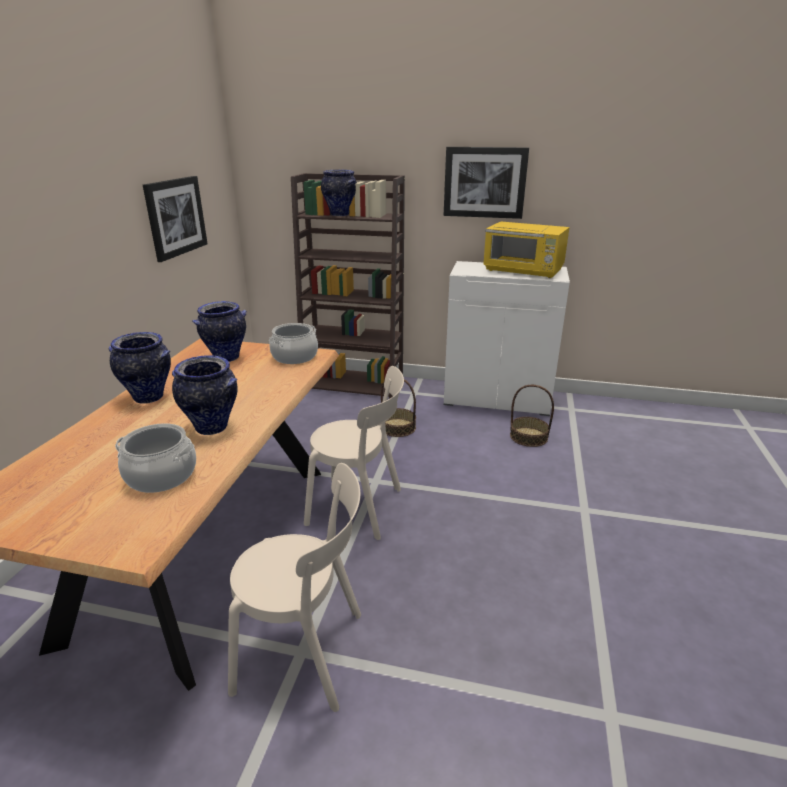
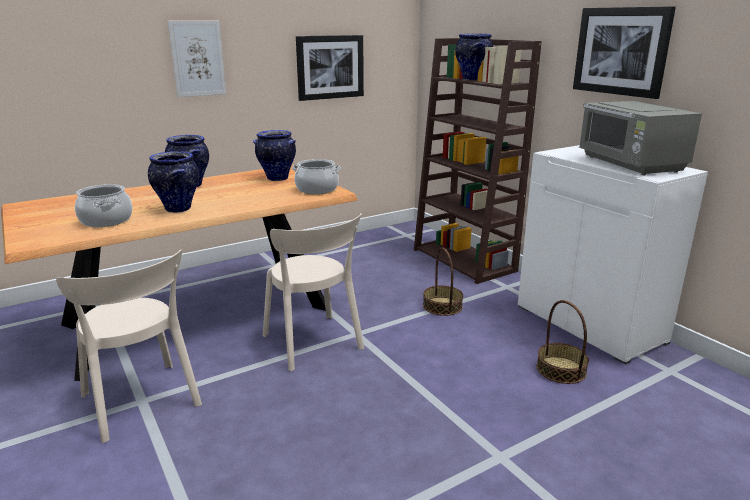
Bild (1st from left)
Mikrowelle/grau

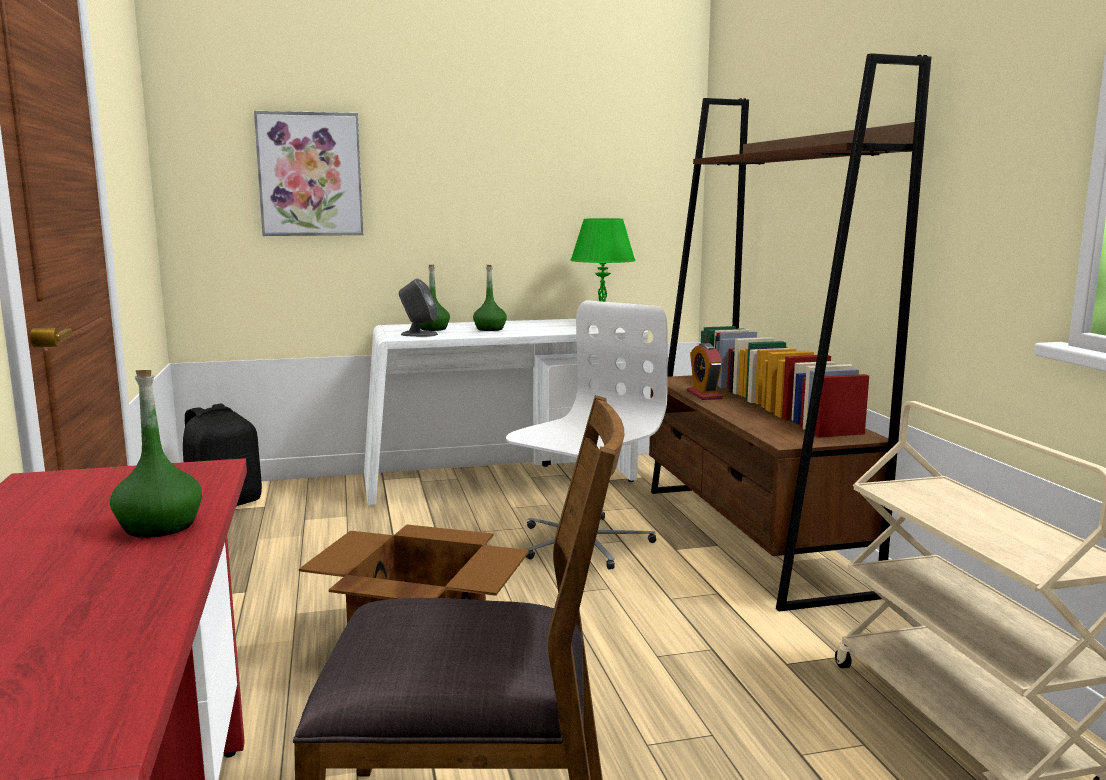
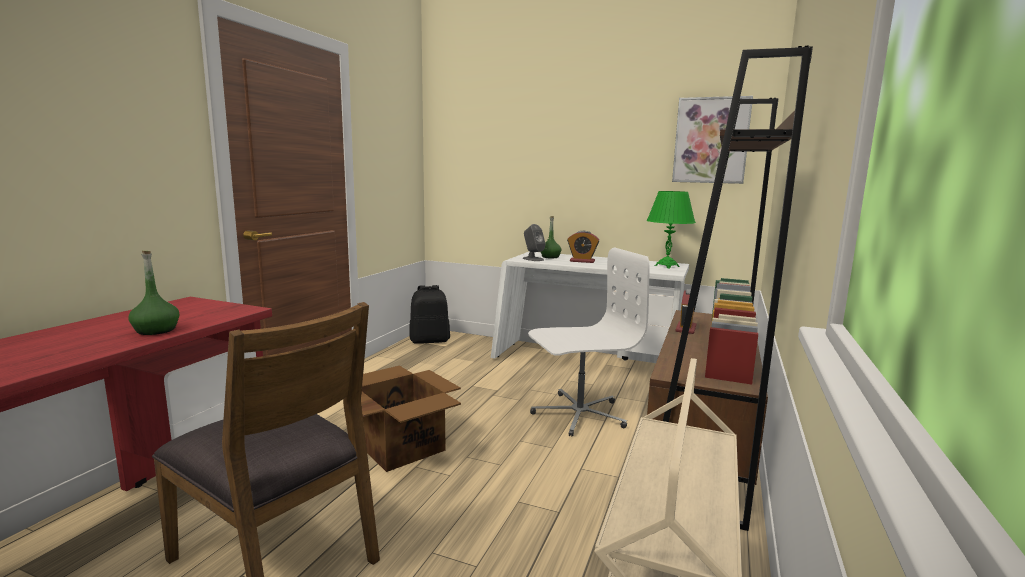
Bild
Wecker (1st from left)

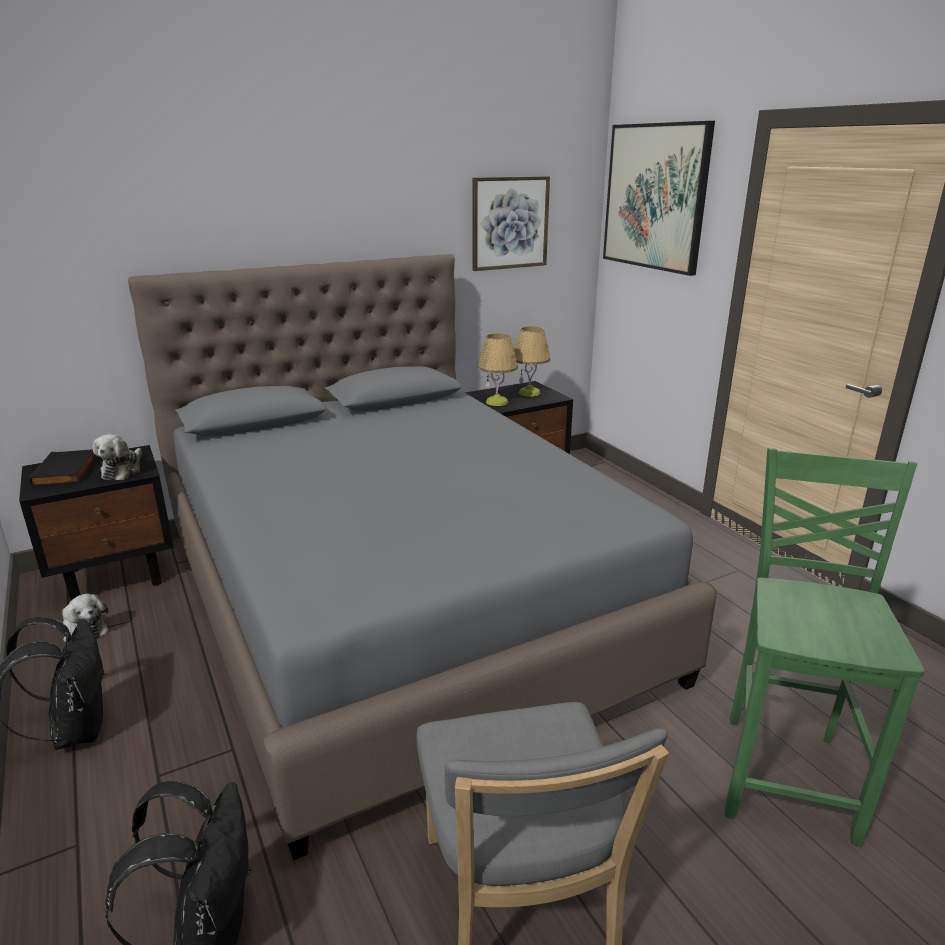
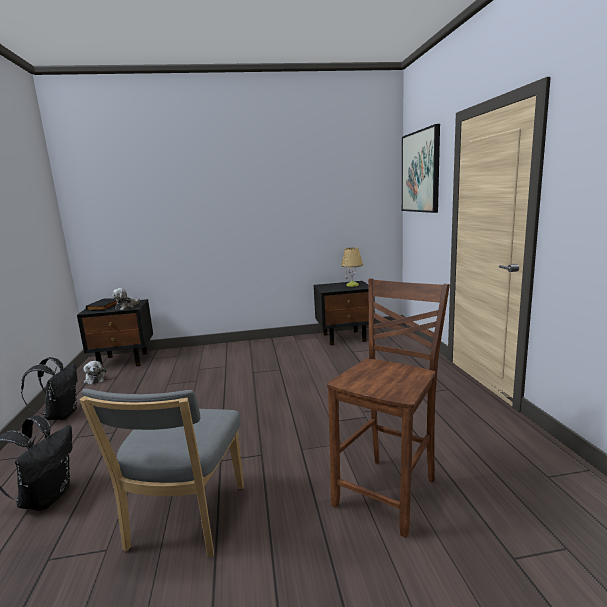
Bett/grau
Bild (1st from left in the first image)
Tischlampe (1st from left in the first image)
Stuhl/braun

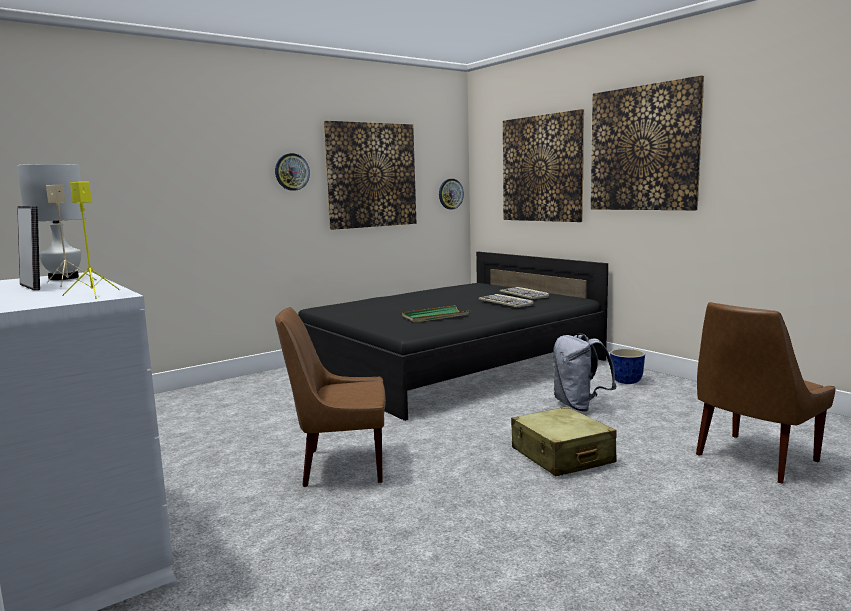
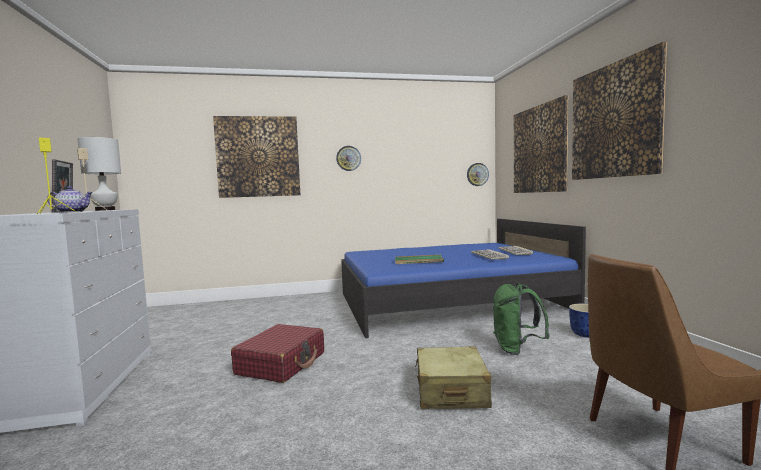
Teekanne
Bild (1st from left)
Koffer/rot
Bett/blau
Rucksack/grün

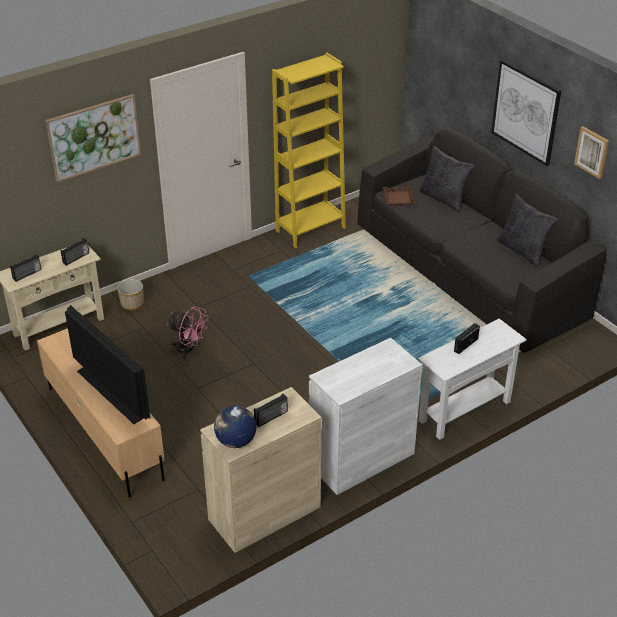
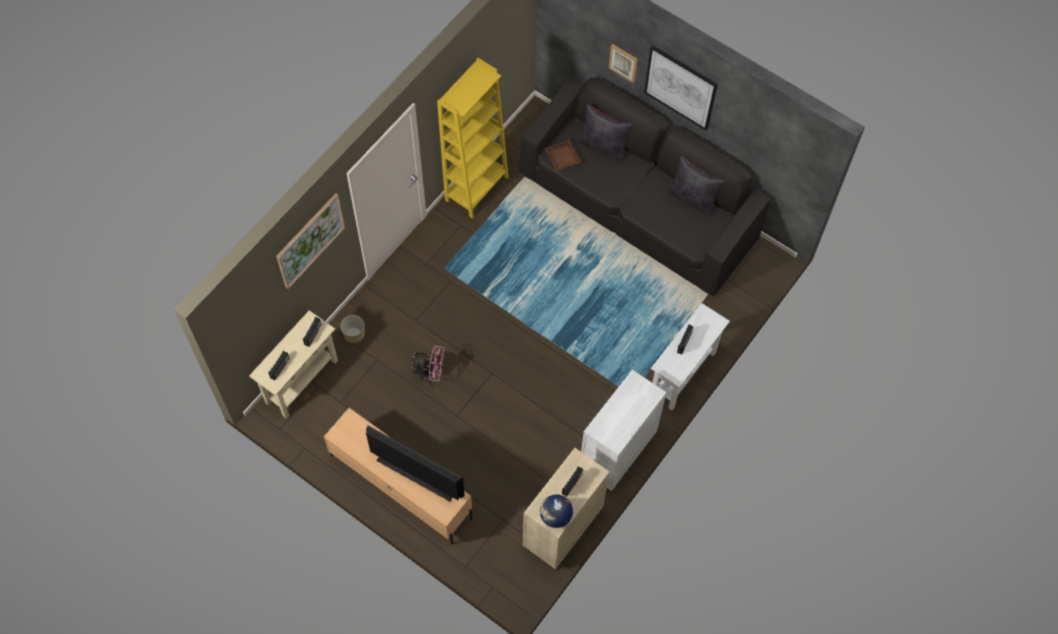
Bild (2nd from left)

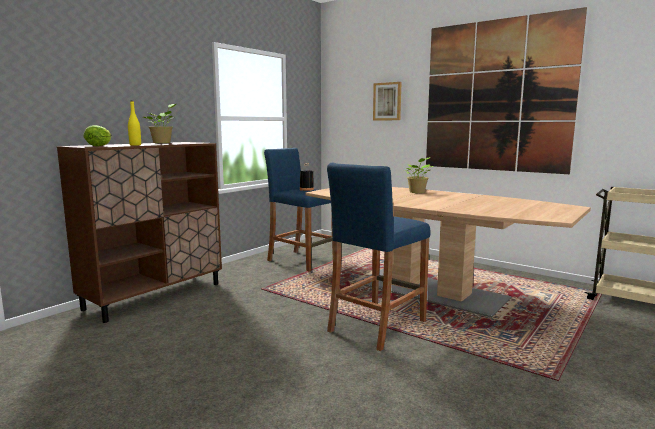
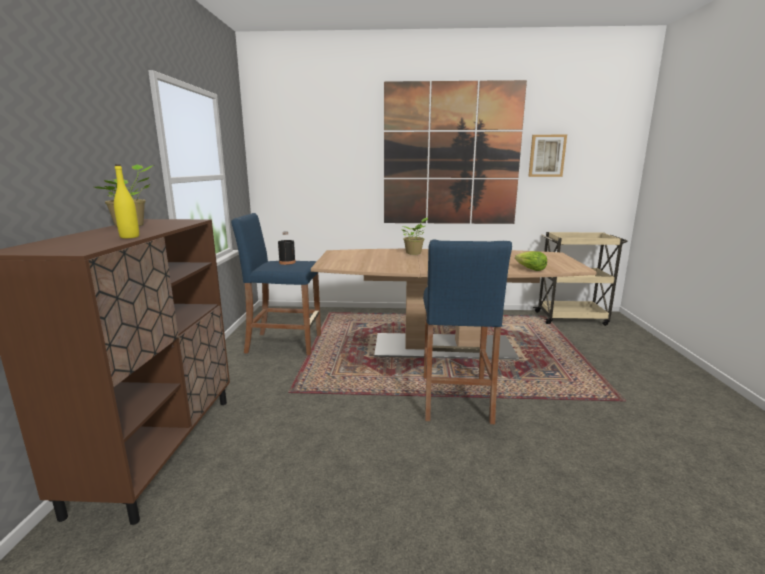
Salatkopf
Bild (2nd from left)

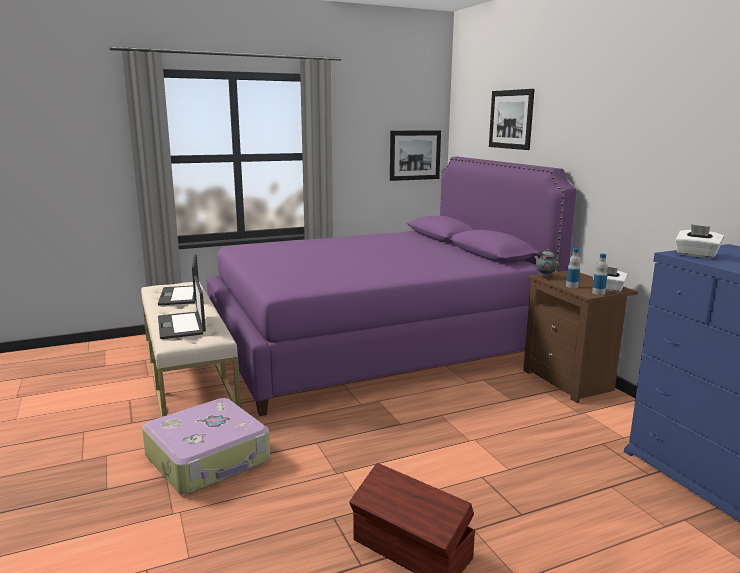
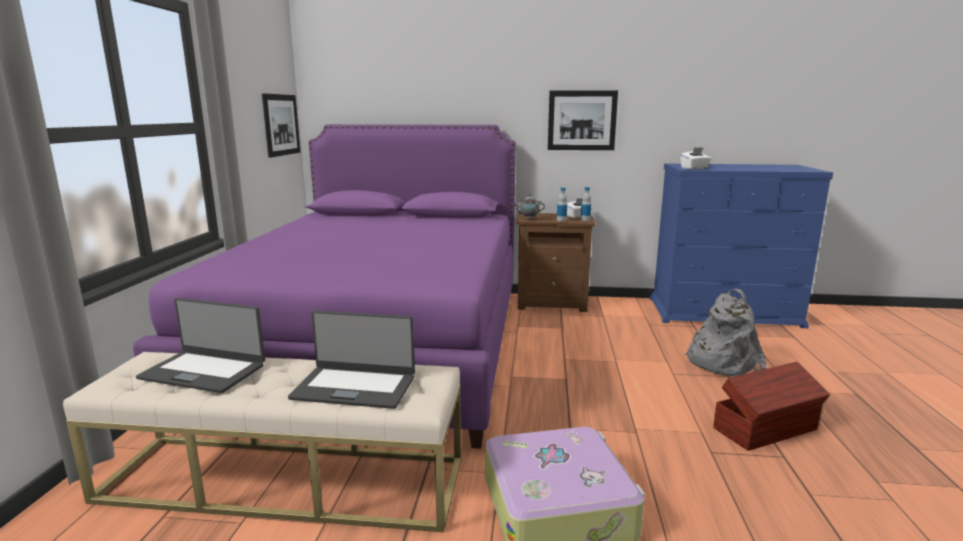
Rucksack/grau
Bild (2nd from left)

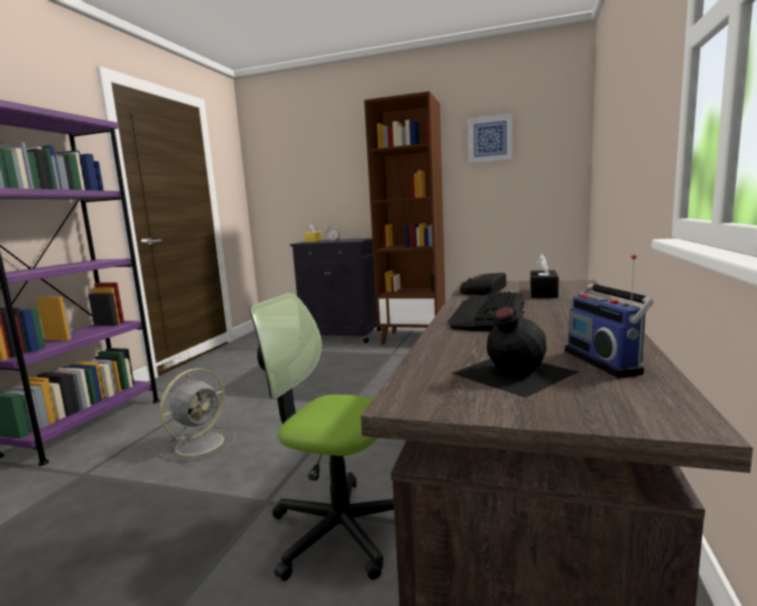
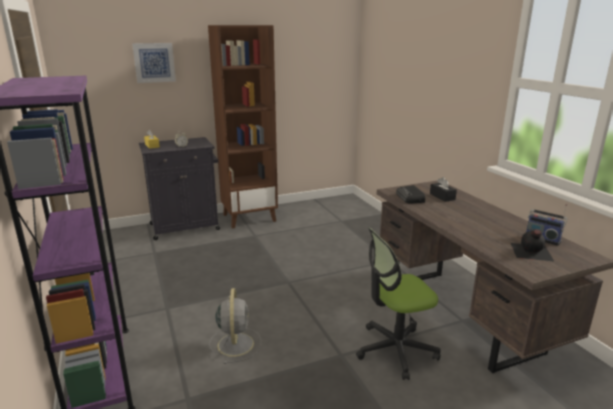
Tastatur
Bild

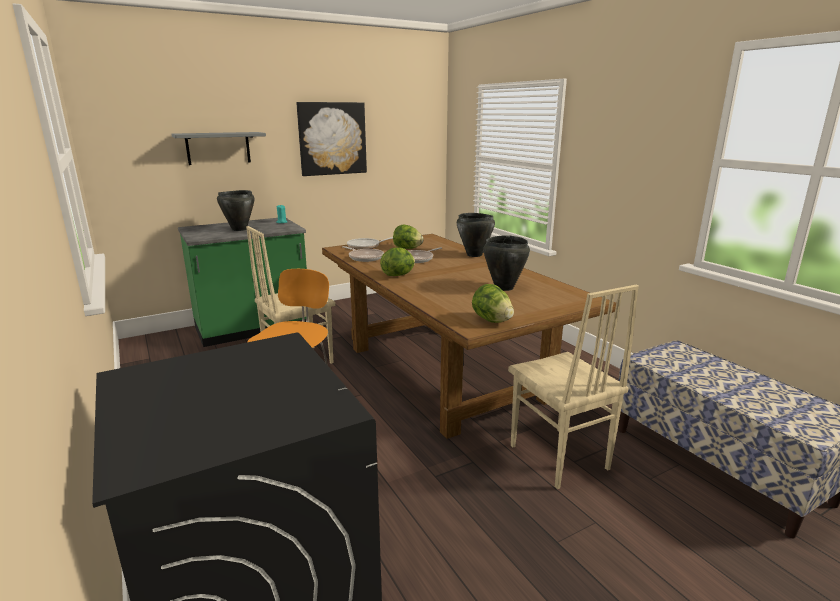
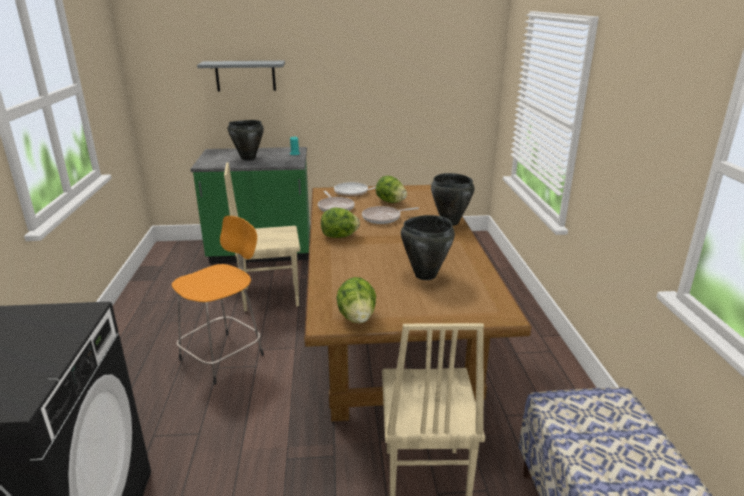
Bild

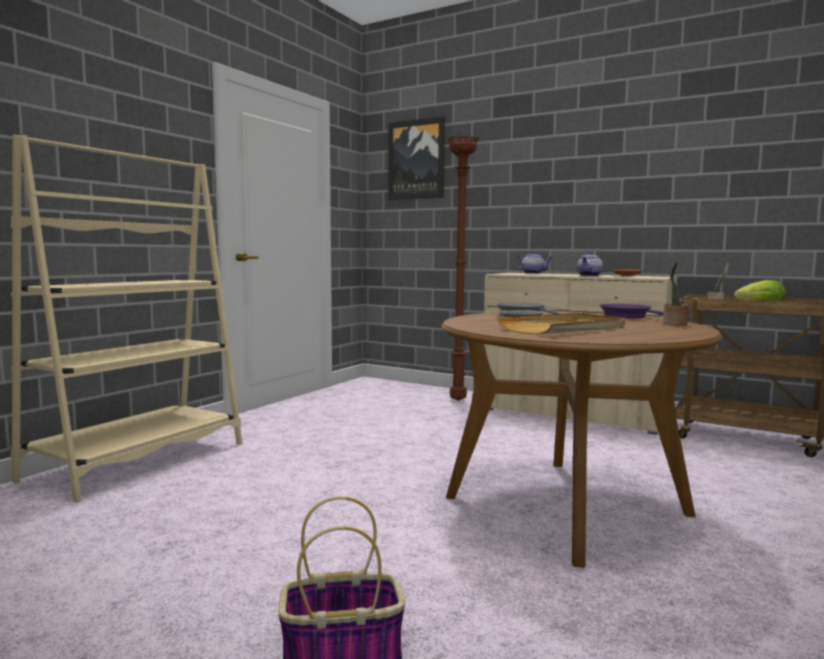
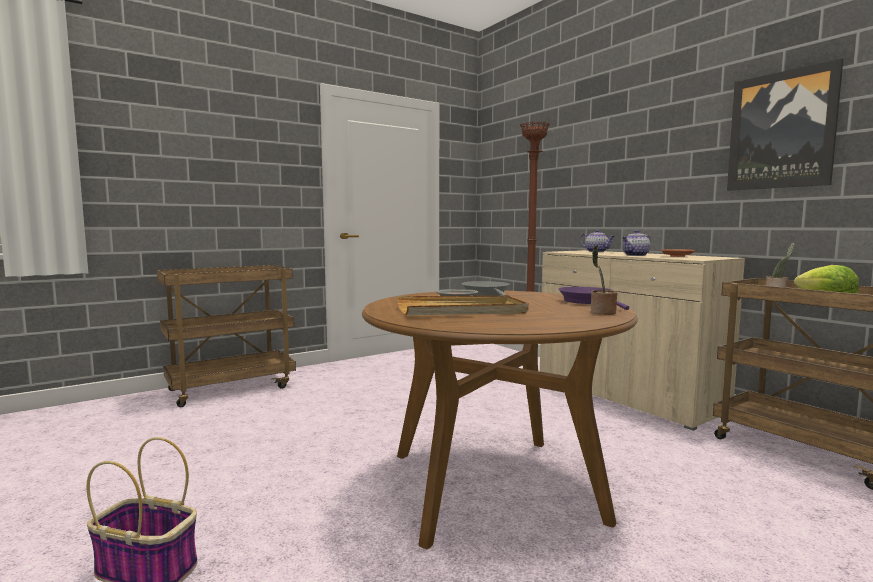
Bild
Rollwagen/braun (1st from left)

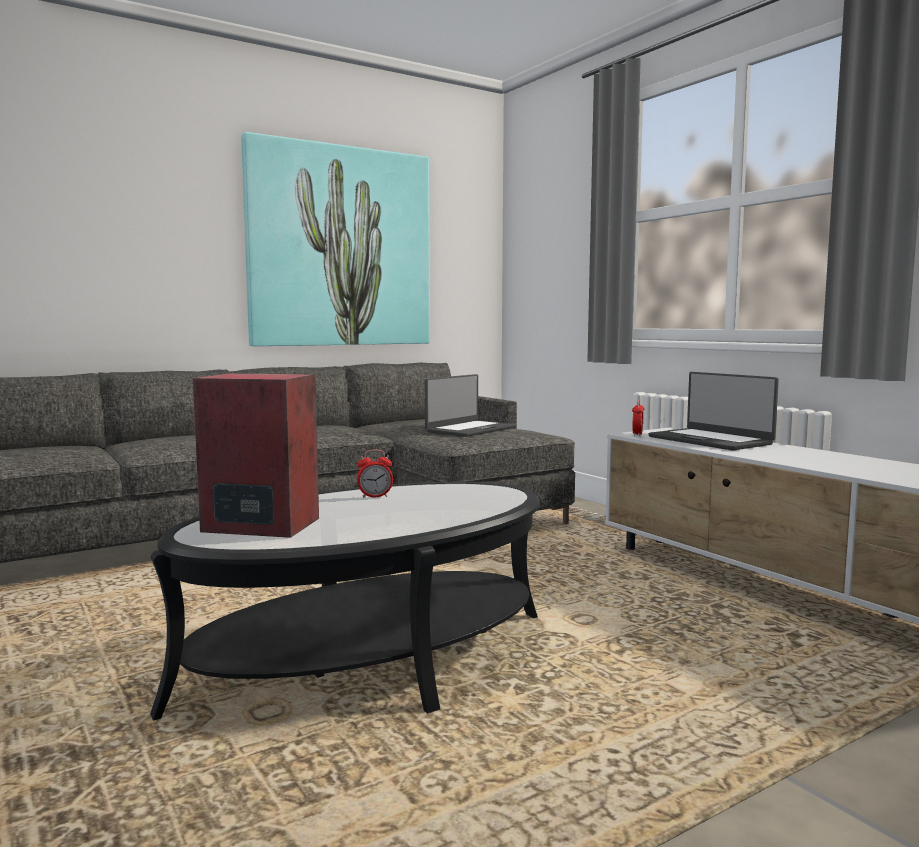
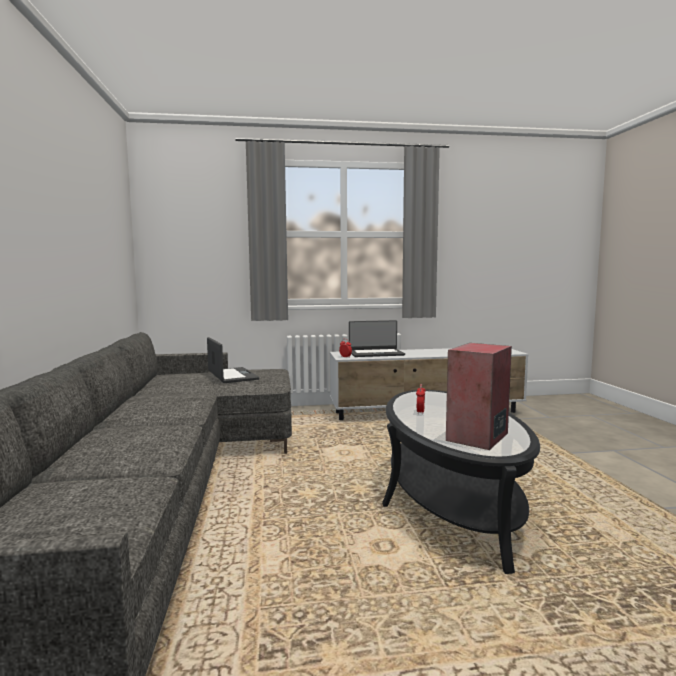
Bild

